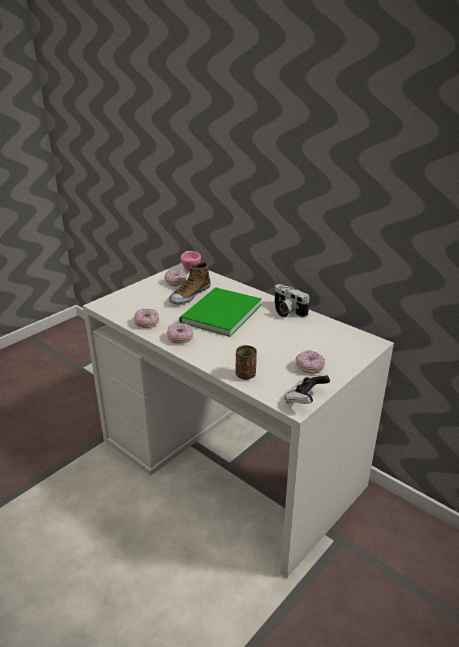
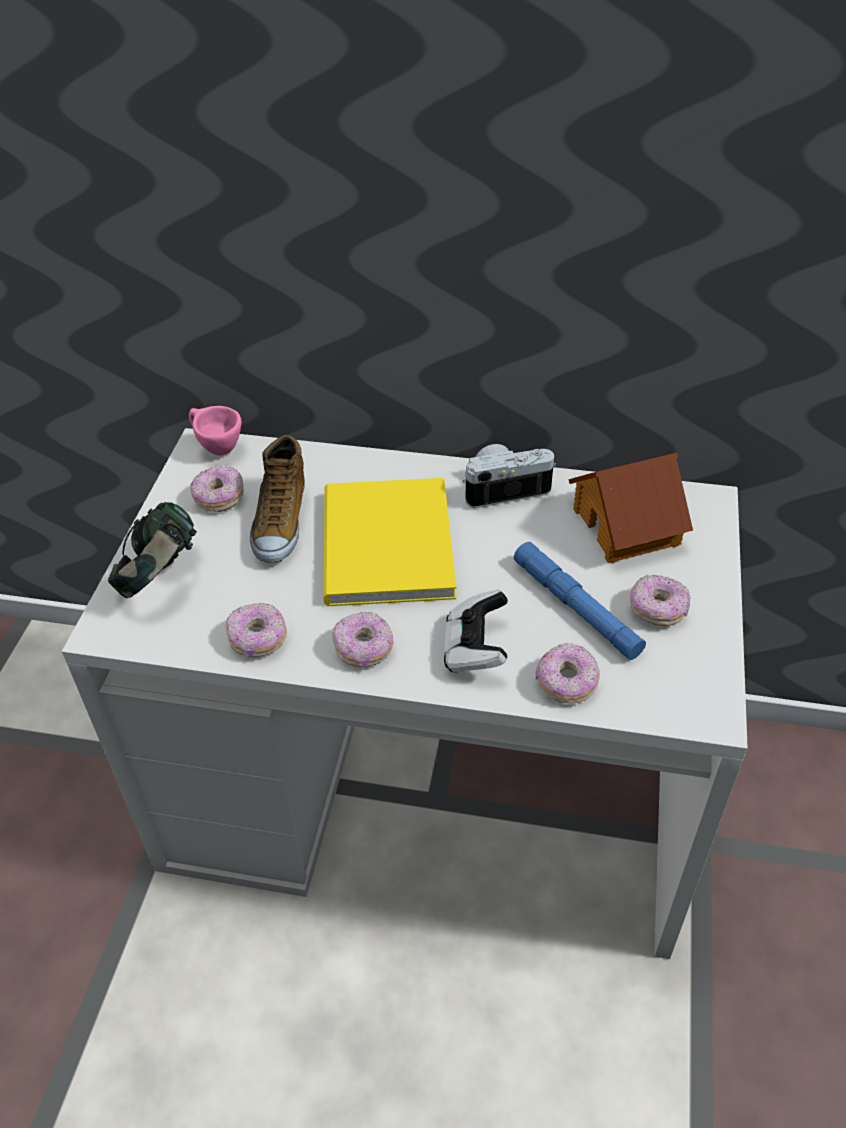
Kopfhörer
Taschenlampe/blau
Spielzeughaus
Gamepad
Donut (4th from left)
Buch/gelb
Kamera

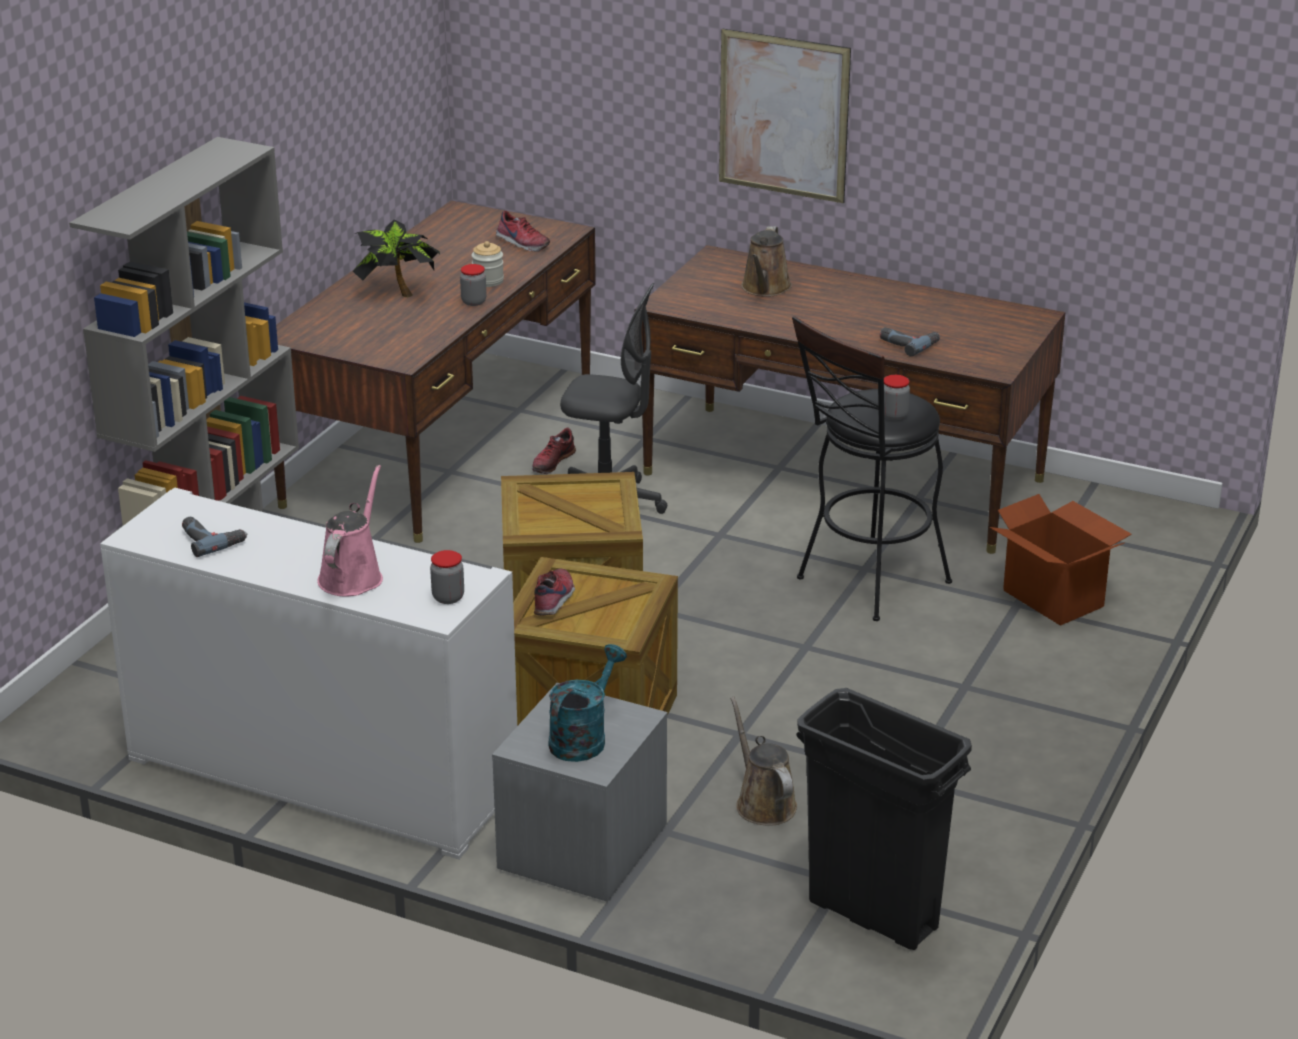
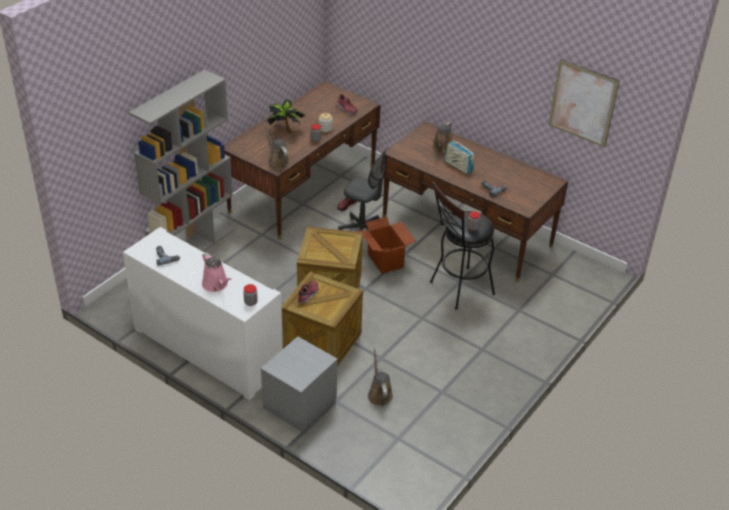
Gießkanne/türkis
Mülleimer/schwarz
Gießkanne/braun (1st from left)
Radio
Bild
Karton
Gießkanne/rosa

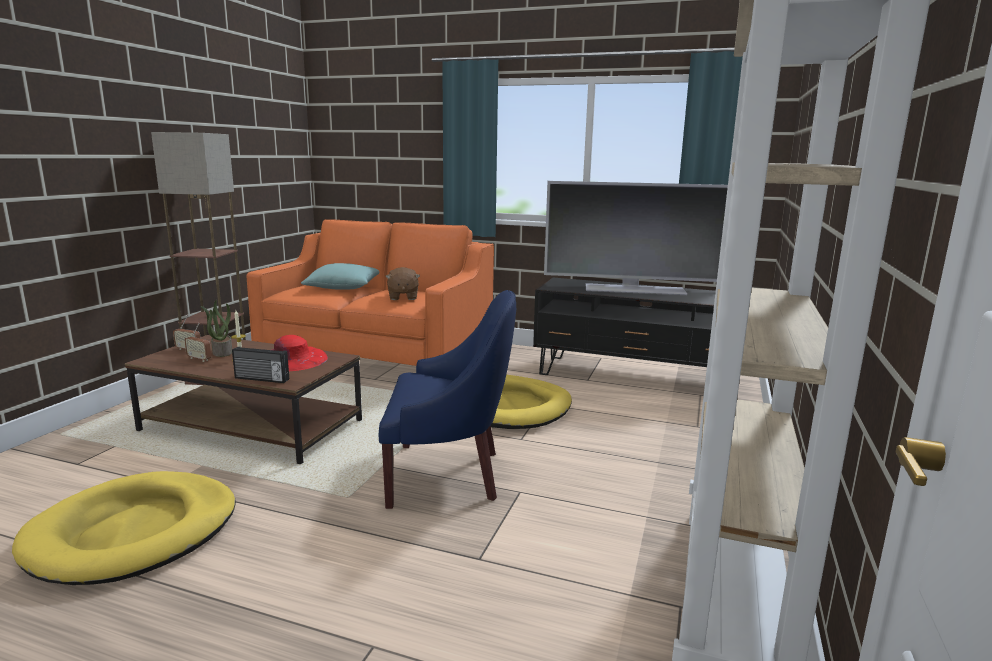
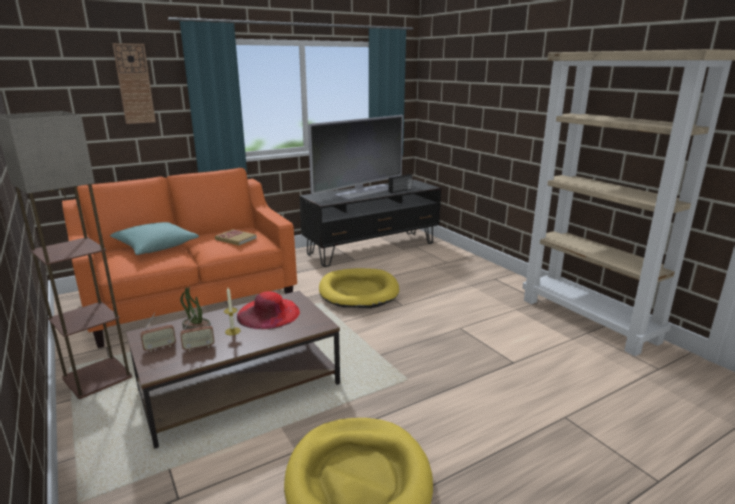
Sessel/blau
Wanduhr
Radio (3rd from left)
Buch

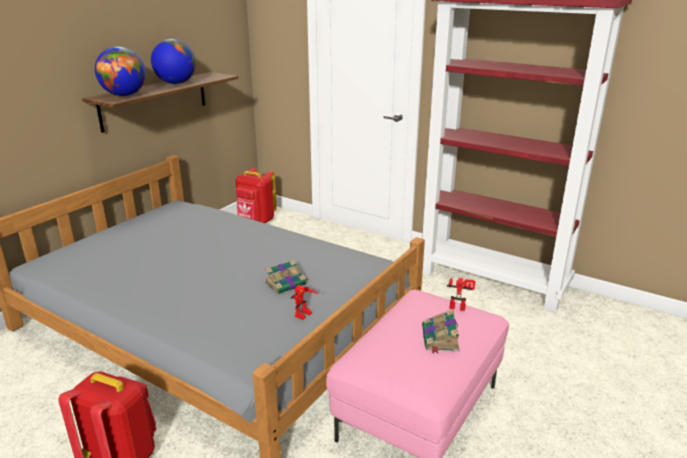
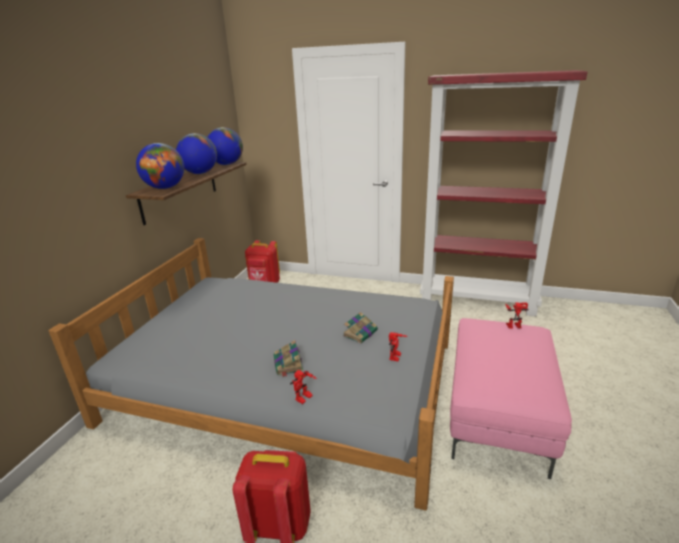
Globus (3rd from left)
Spielzeugroboter (1st from left)
Buch (1st from left)

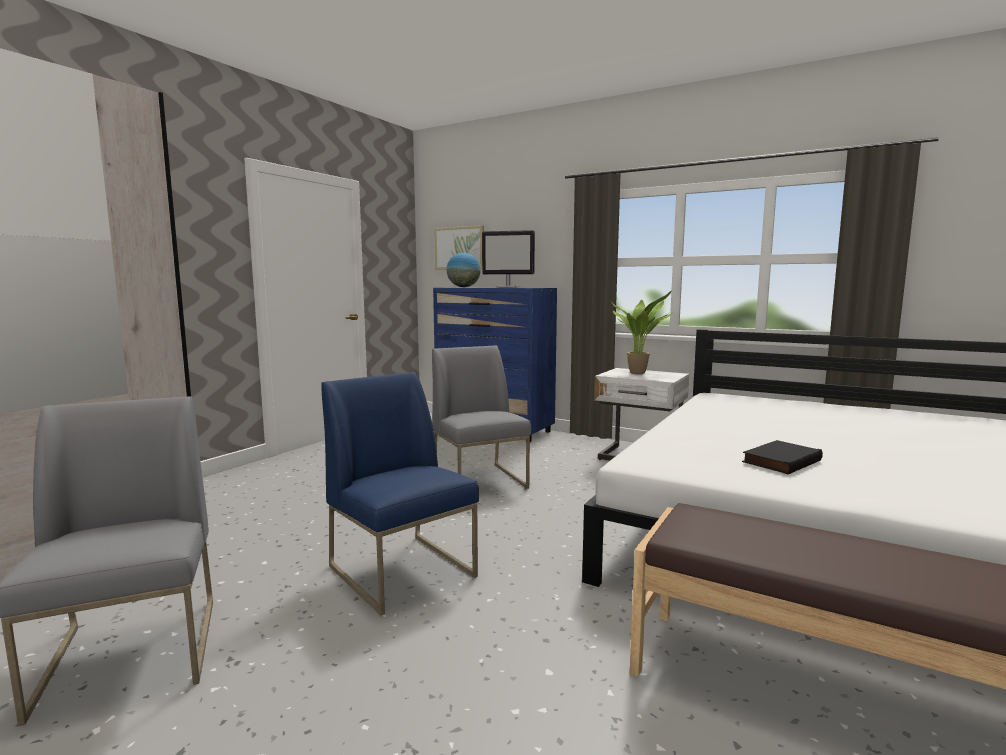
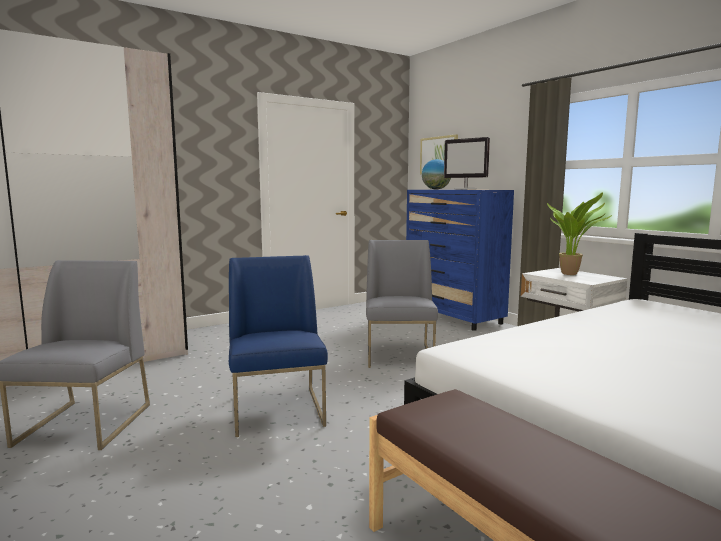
Buch/schwarz

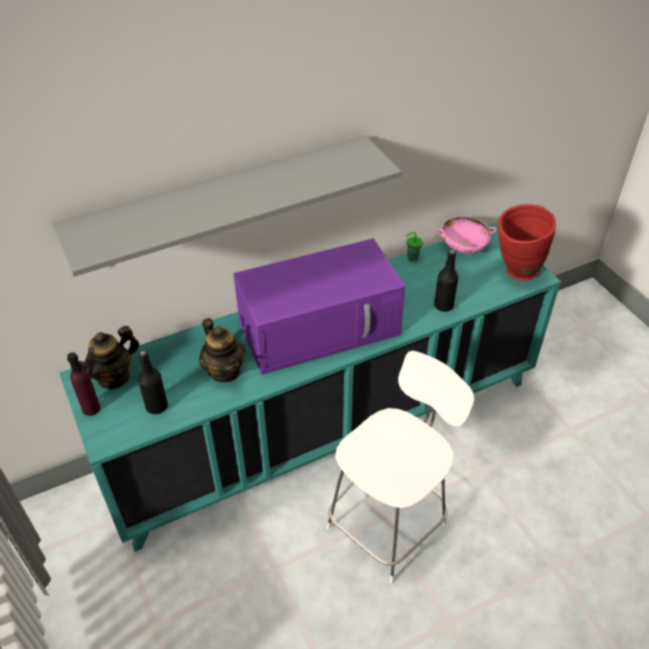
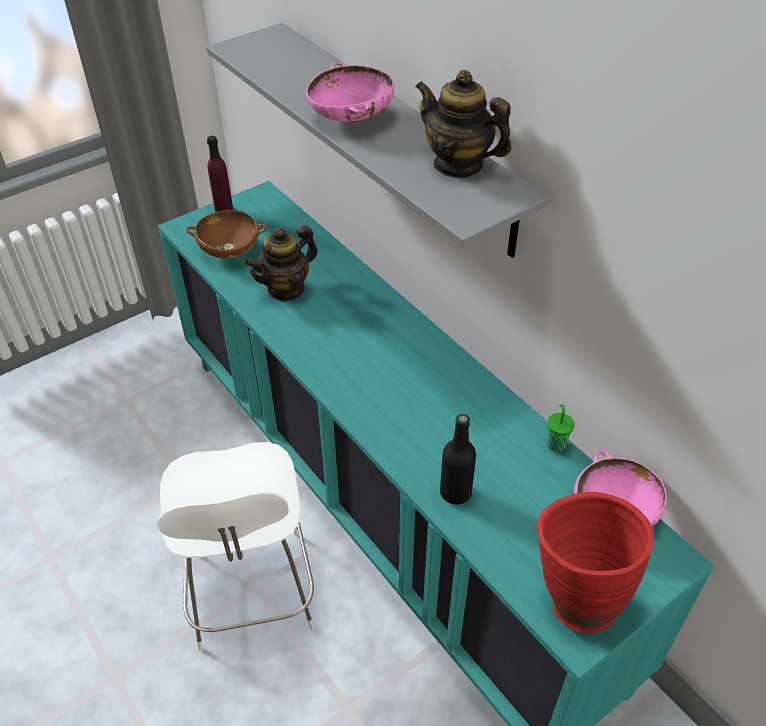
Mikrowelle/lila
Schüssel/rosa (1st from left)
Teekanne (2nd from left)
Schüssel/braun
Stuhl/weiß

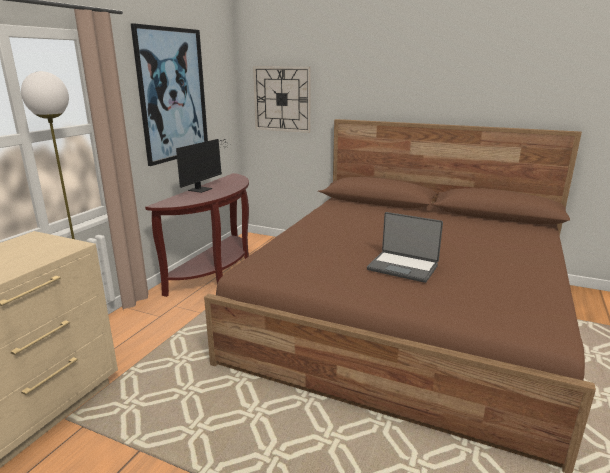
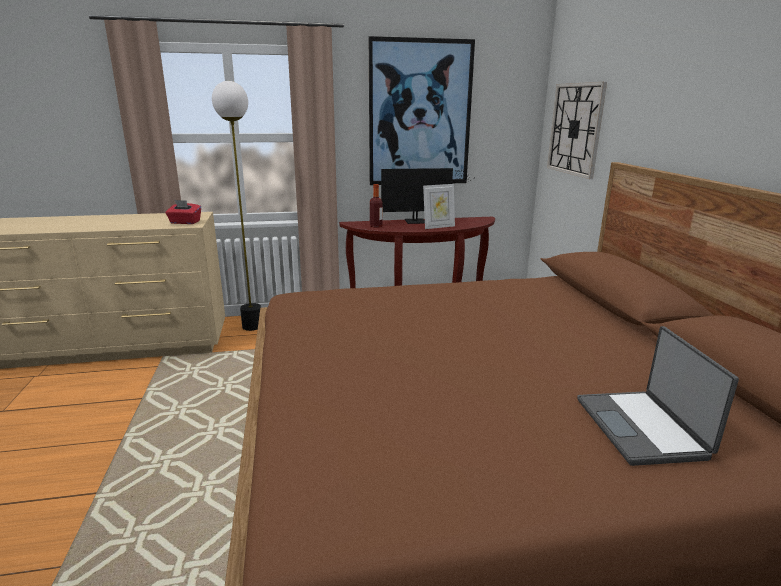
Taschentuchbox/rot
Flasche
Bilderrahmen
Laptop

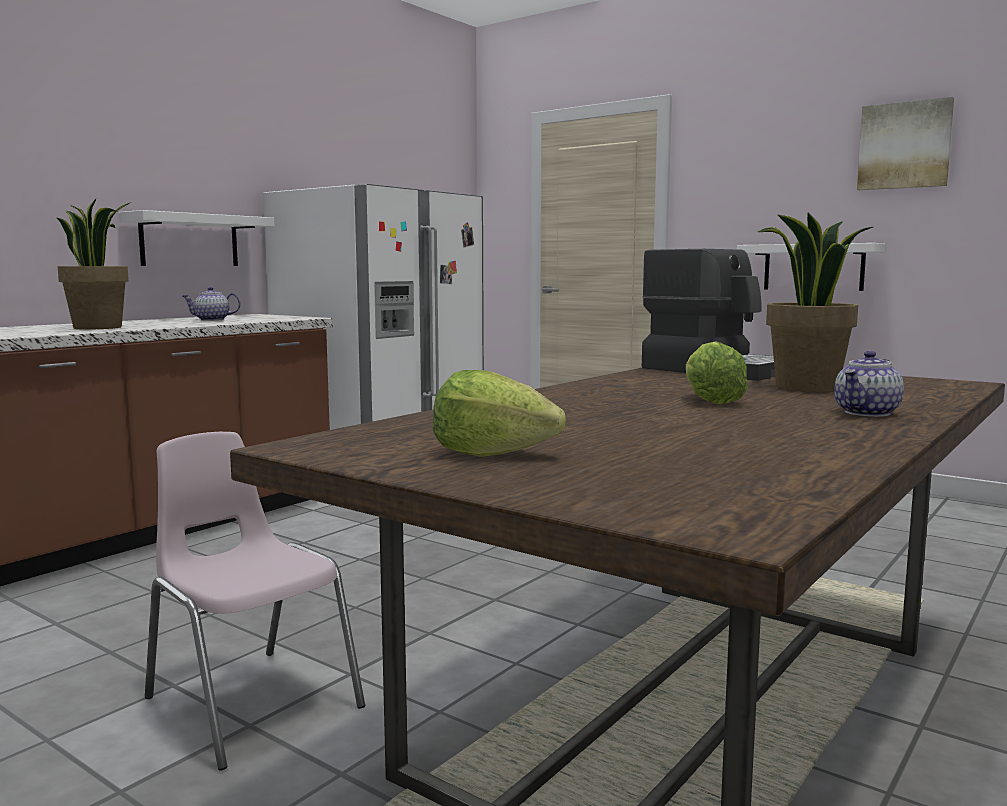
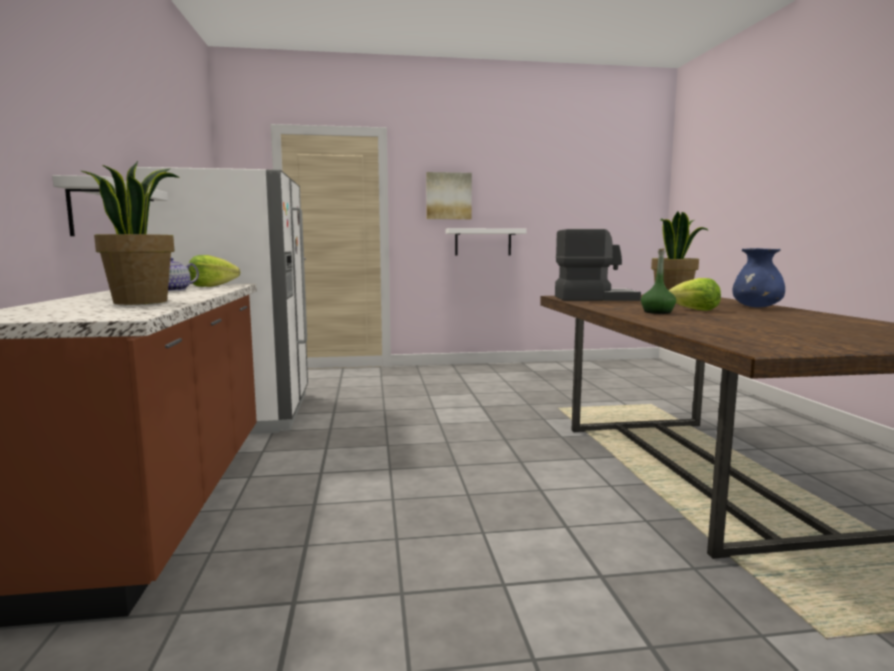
Stuhl/rosa
Flasche/grün
Salatkopf (1st from left)
Bild
Vase/blau

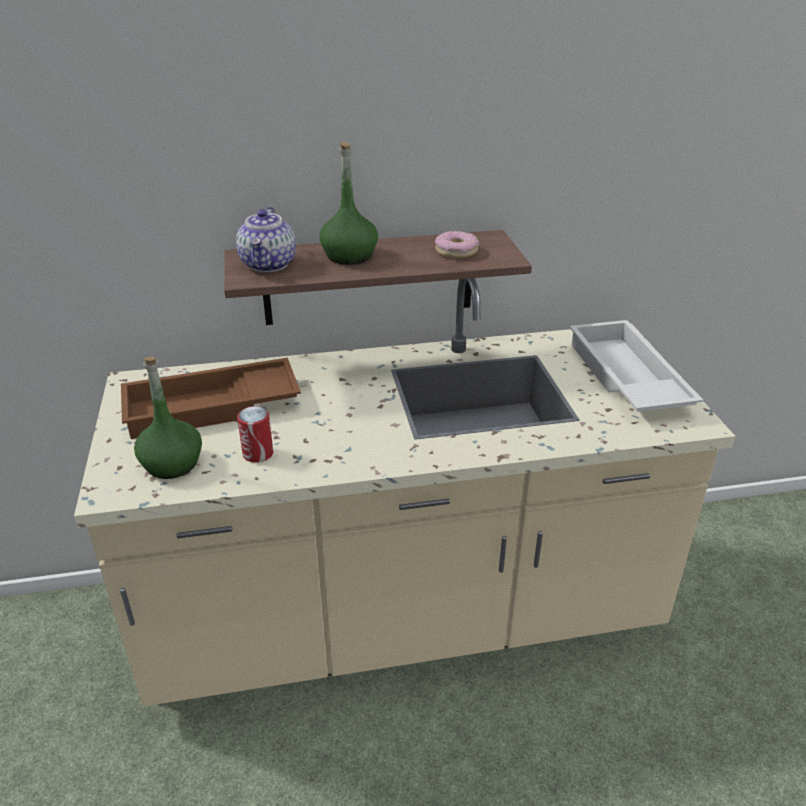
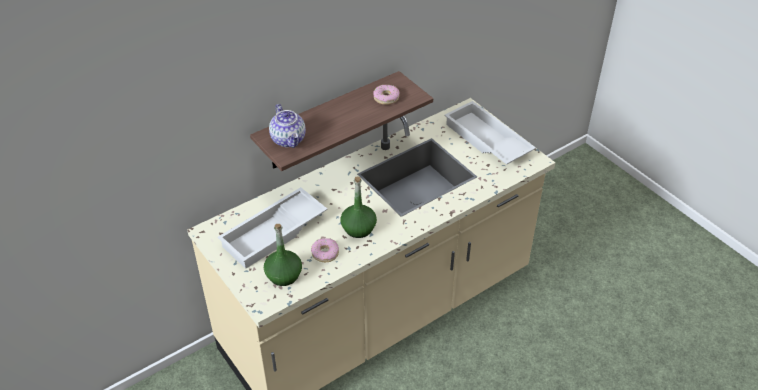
Flasche/grün (2nd from left)
Donut (1st from left)
Tablett/weiß (1st from left)

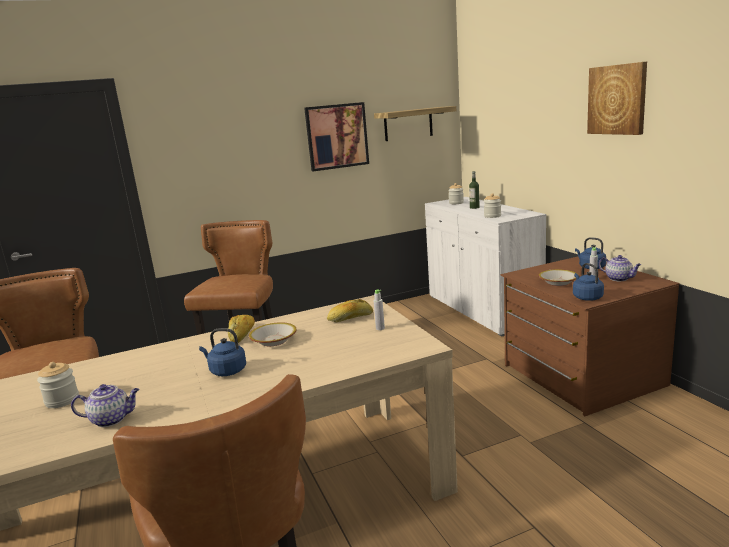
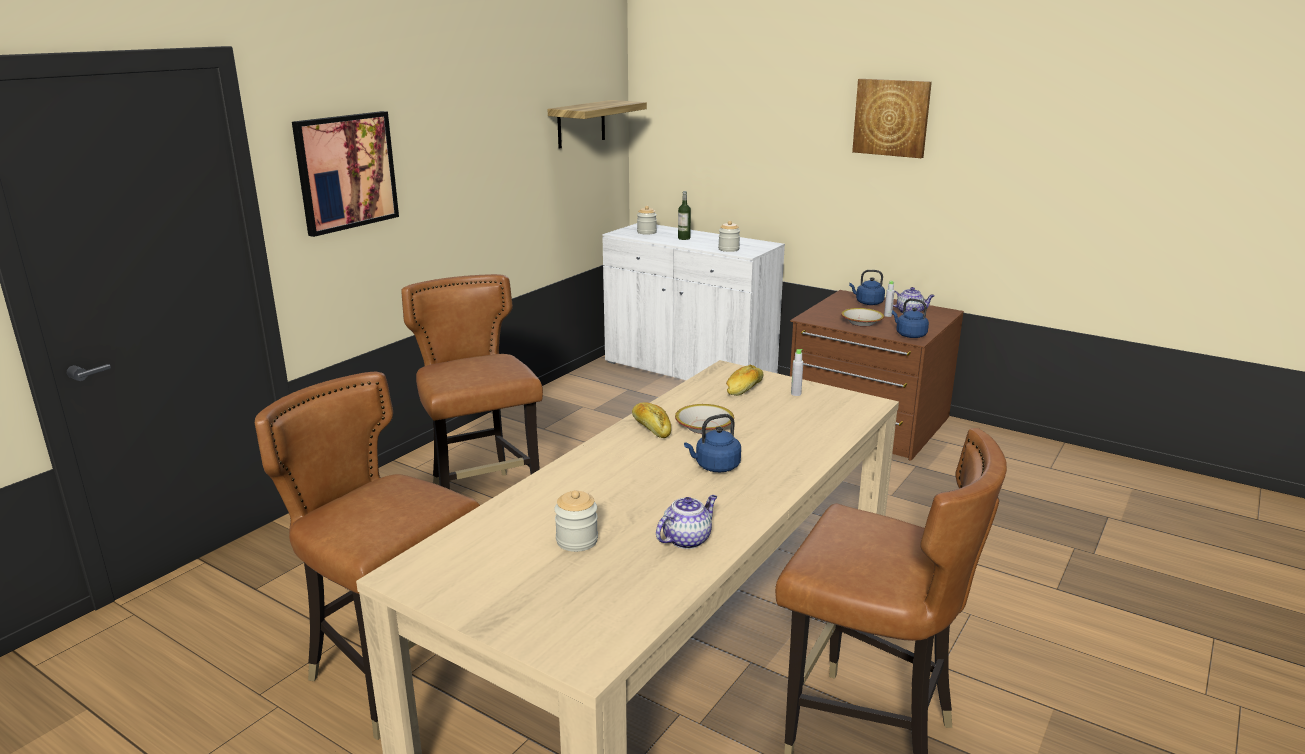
Bild (1st from left)

